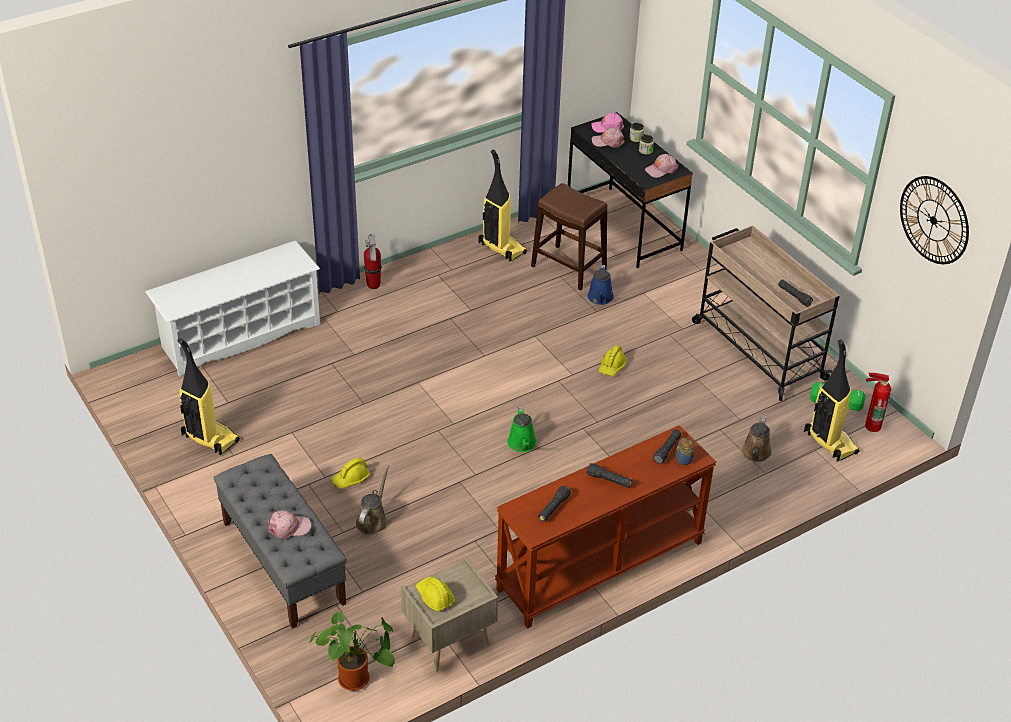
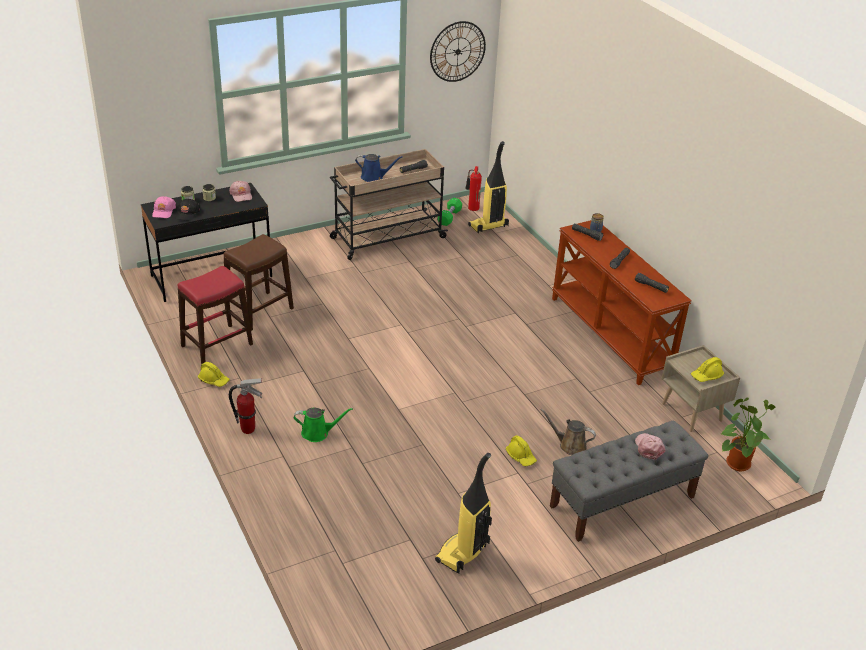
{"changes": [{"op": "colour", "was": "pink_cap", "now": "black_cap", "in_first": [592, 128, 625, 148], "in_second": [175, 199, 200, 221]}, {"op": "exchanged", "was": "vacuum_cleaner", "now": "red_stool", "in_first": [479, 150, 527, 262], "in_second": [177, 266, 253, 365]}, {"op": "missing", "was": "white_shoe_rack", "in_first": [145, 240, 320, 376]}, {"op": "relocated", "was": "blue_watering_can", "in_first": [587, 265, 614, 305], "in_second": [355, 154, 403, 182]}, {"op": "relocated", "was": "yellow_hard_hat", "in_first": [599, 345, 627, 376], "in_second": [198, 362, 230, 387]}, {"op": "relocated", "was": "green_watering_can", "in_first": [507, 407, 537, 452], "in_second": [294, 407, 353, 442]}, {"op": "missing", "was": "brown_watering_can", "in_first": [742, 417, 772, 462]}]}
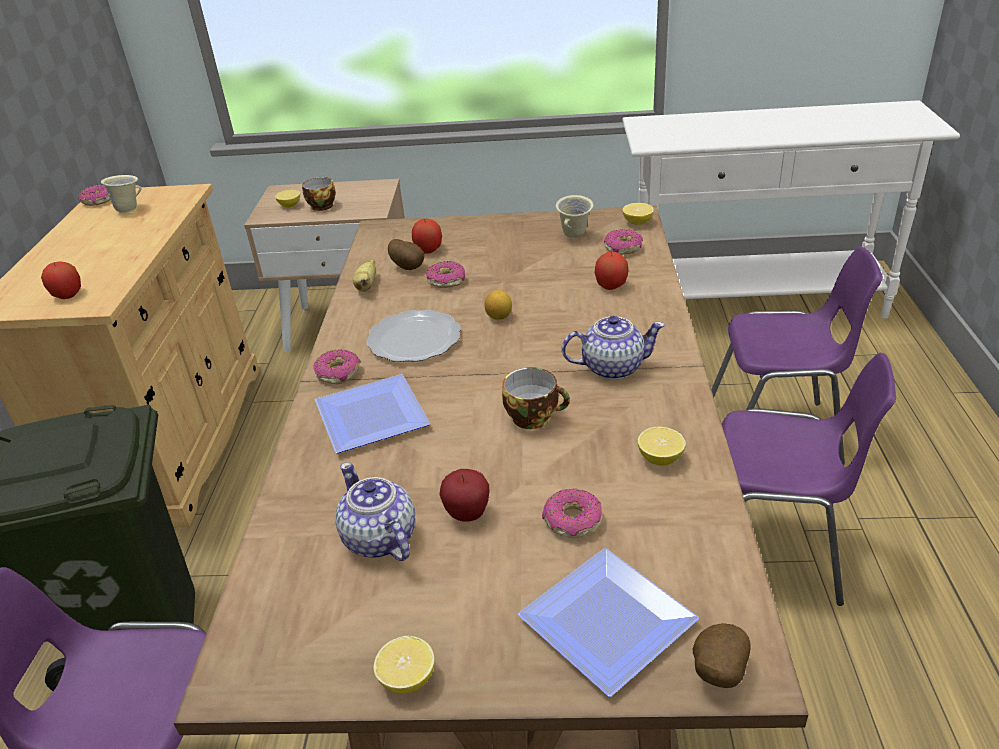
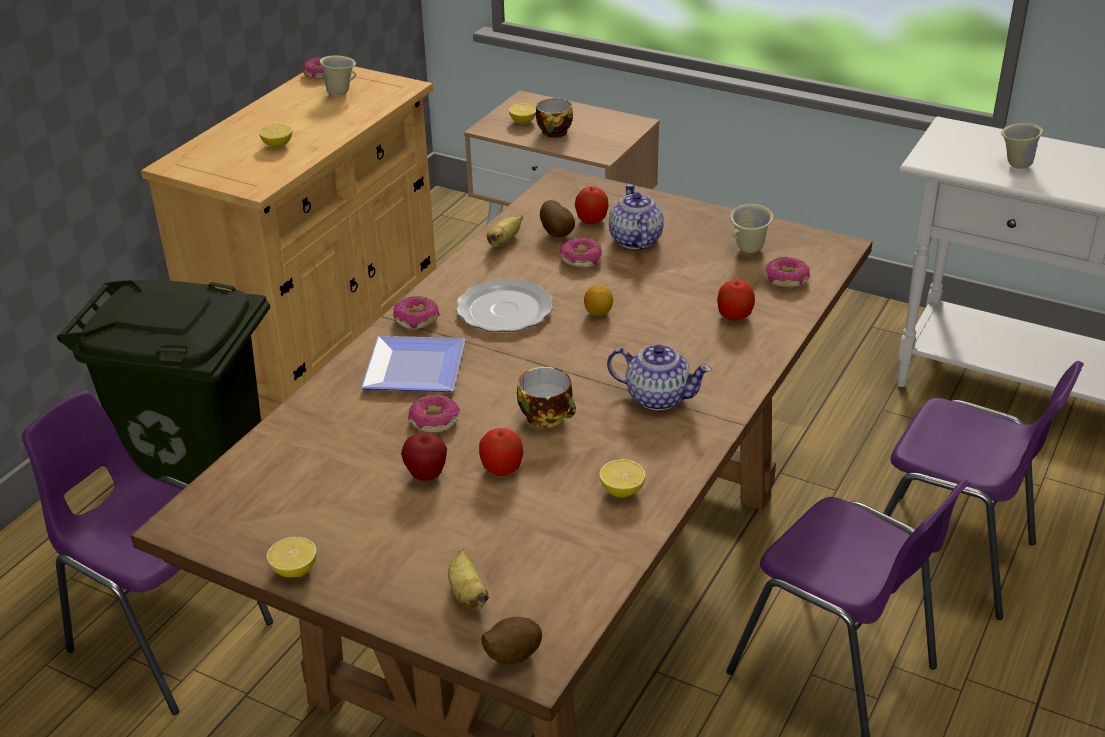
{"changes": [{"op": "relocated", "was": "lemon", "in_first": [622, 203, 654, 225], "in_second": [259, 124, 292, 148]}, {"op": "relocated", "was": "apple", "in_first": [41, 261, 81, 299], "in_second": [479, 428, 523, 476]}, {"op": "relocated", "was": "teapot", "in_first": [335, 462, 415, 561], "in_second": [609, 184, 664, 249]}, {"op": "relocated", "was": "donut", "in_first": [542, 488, 602, 538], "in_second": [408, 394, 460, 433]}, {"op": "exchanged", "was": "plate", "now": "banana", "in_first": [518, 548, 699, 697], "in_second": [448, 549, 489, 609]}, {"op": "appeared", "now": "beige_mug", "in_second": [1001, 123, 1043, 169]}]}
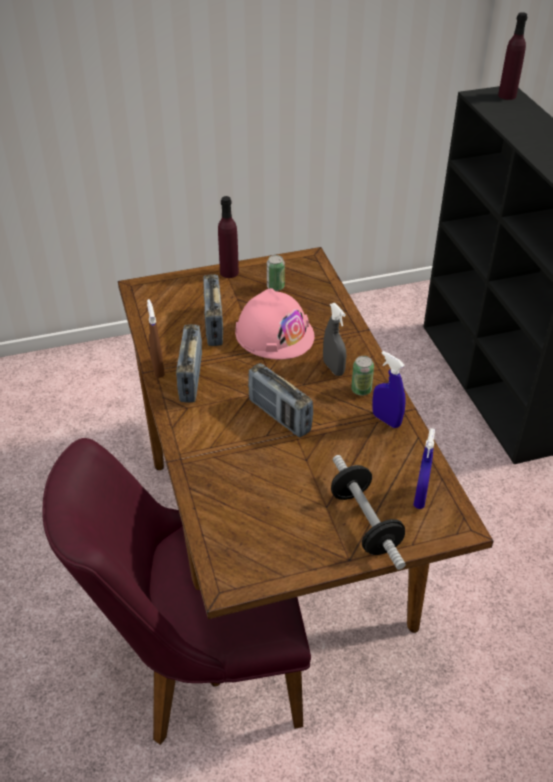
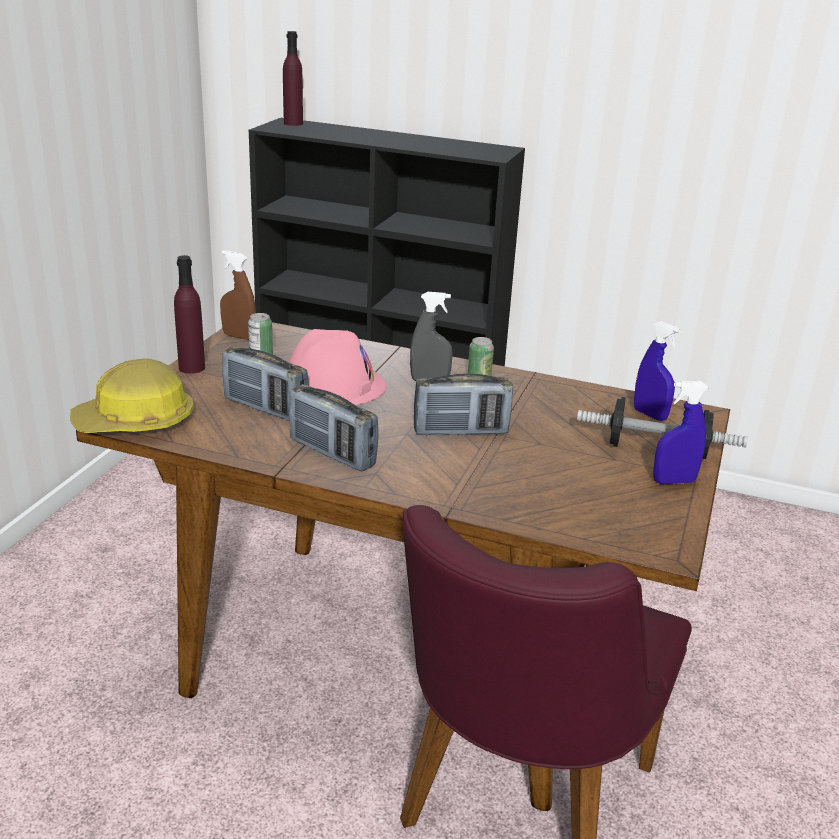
{"changes": [{"op": "relocated", "was": "brown_spray_bottle", "in_first": [147, 299, 165, 378], "in_second": [220, 250, 256, 340]}, {"op": "relocated", "was": "blue_spray_bottle", "in_first": [372, 351, 406, 428], "in_second": [653, 381, 709, 484]}, {"op": "appeared", "now": "hard_hat", "in_second": [70, 358, 194, 433]}]}
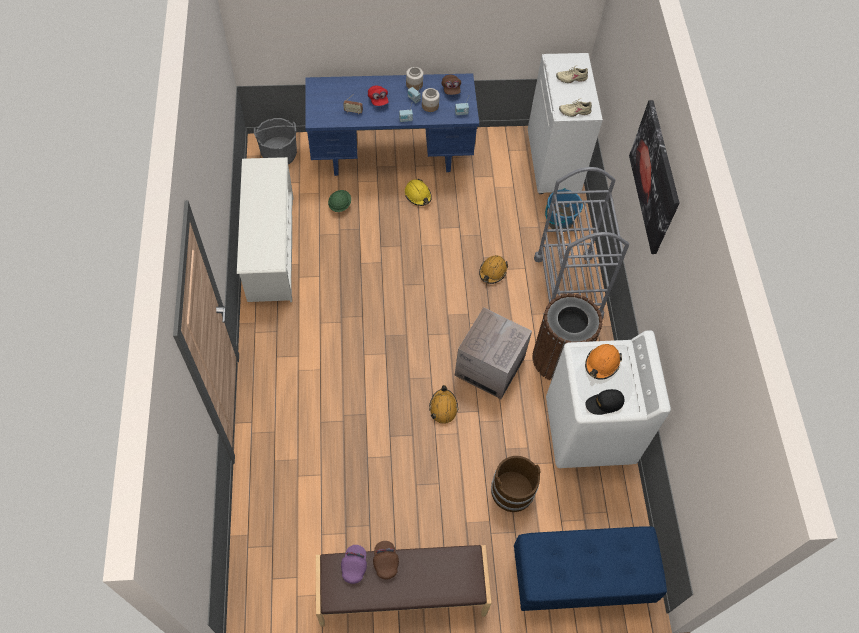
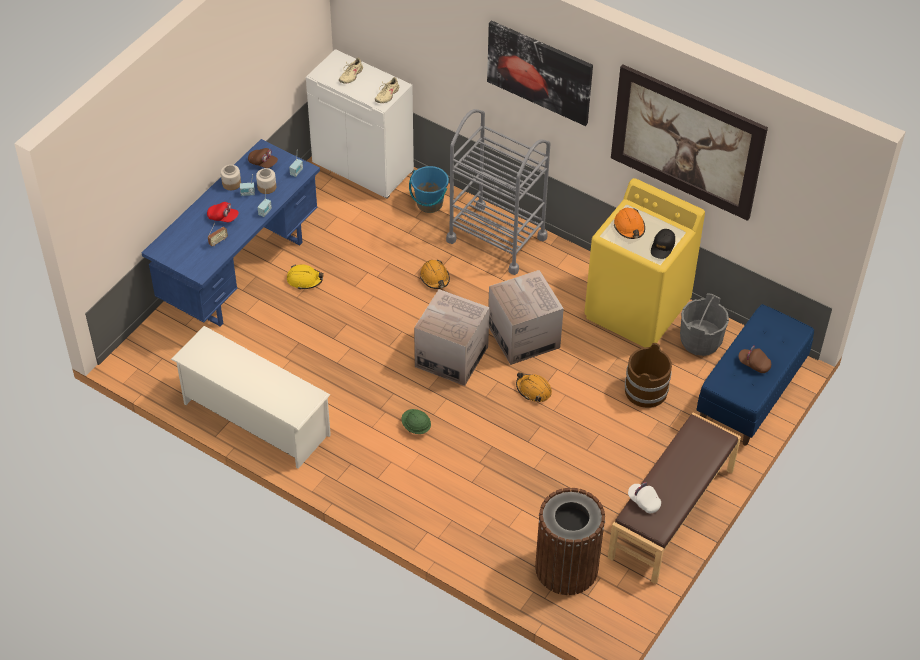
{"changes": [{"op": "relocated", "was": "grey_bucket", "in_first": [254, 118, 297, 164], "in_second": [680, 294, 729, 356]}, {"op": "relocated", "was": "green_hard_hat", "in_first": [328, 190, 351, 212], "in_second": [401, 409, 431, 434]}, {"op": "relocated", "was": "brown_trash_can", "in_first": [532, 293, 603, 381], "in_second": [535, 488, 605, 595]}, {"op": "colour", "was": "white_washing_machine", "now": "yellow_washing_machine", "in_first": [546, 330, 671, 468], "in_second": [584, 178, 705, 348]}, {"op": "relocated", "was": "brown_cap", "in_first": [373, 541, 399, 580], "in_second": [739, 346, 771, 373]}, {"op": "colour", "was": "purple_cap", "now": "white_cap", "in_first": [341, 545, 367, 584], "in_second": [628, 482, 661, 513]}, {"op": "appeared", "now": "picture", "in_second": [611, 64, 768, 221]}, {"op": "appeared", "now": "cardboard_box", "in_second": [414, 289, 490, 386]}]}
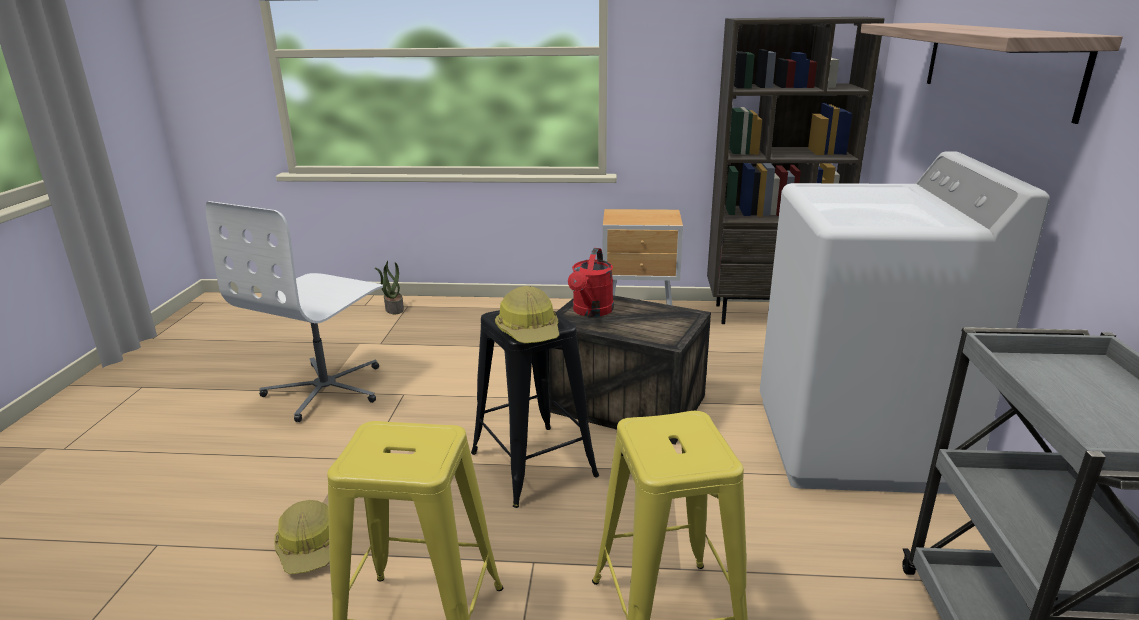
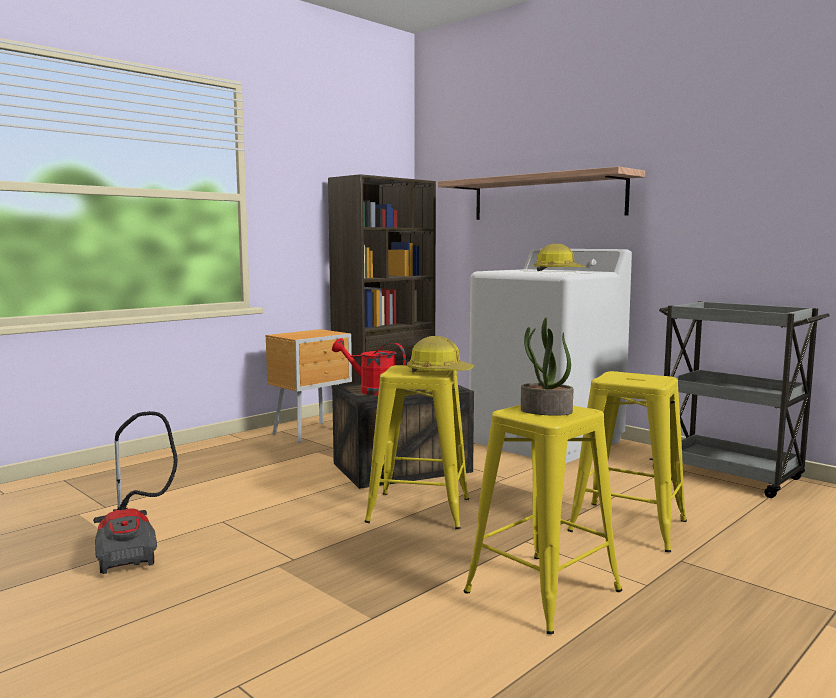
{"changes": [{"op": "exchanged", "was": "white_office_chair", "now": "vacuum_cleaner", "in_first": [206, 201, 383, 422], "in_second": [93, 411, 178, 574]}, {"op": "spun", "was": "red_watering_can", "in_first": [568, 248, 614, 317], "in_second": [332, 338, 406, 395], "clockwise": 150}, {"op": "relocated", "was": "potted_plant", "in_first": [375, 261, 404, 314], "in_second": [521, 318, 573, 416]}, {"op": "colour", "was": "black_stool", "now": "yellow_stool", "in_first": [471, 310, 599, 508], "in_second": [365, 365, 469, 529]}, {"op": "relocated", "was": "hard_hat", "in_first": [274, 500, 330, 574], "in_second": [534, 244, 585, 271]}]}
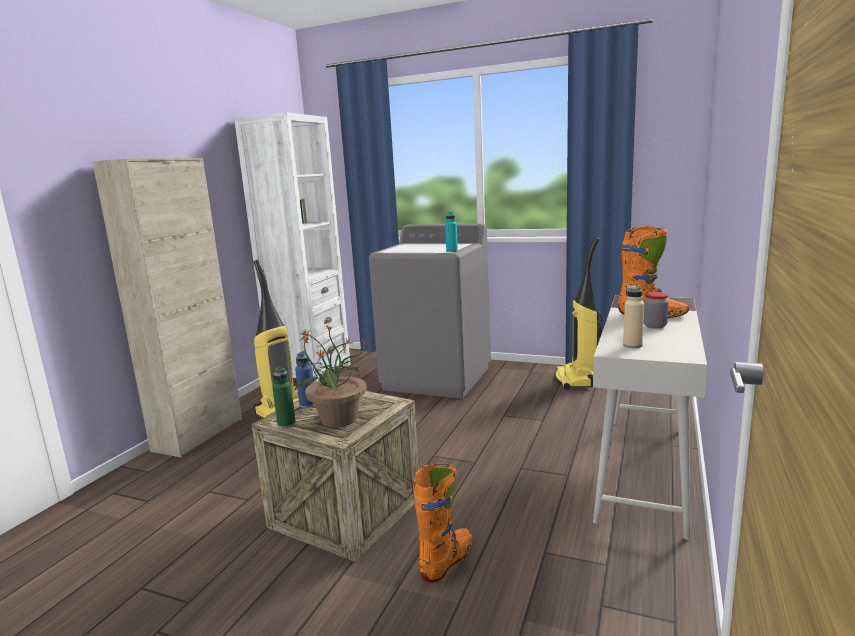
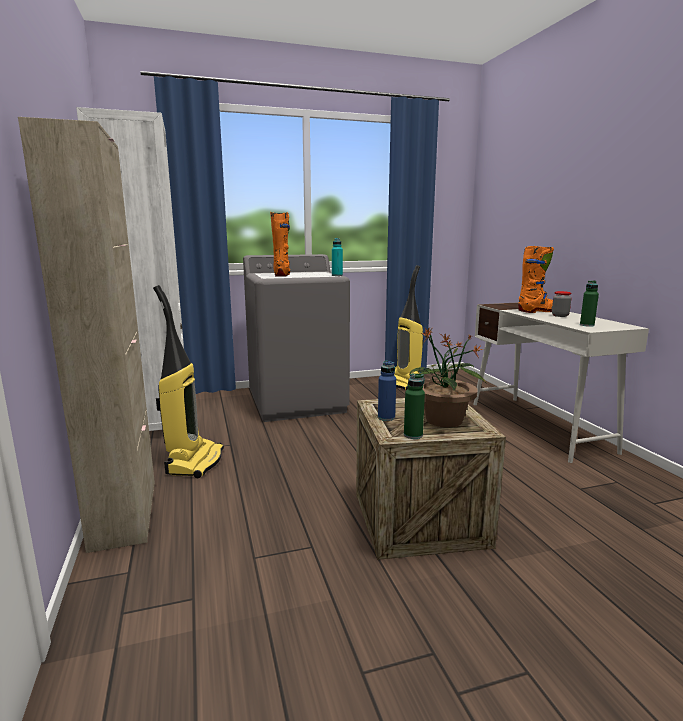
{"changes": [{"op": "colour", "was": "beige_bottle", "now": "green_bottle", "in_first": [623, 285, 644, 348], "in_second": [580, 280, 599, 327]}, {"op": "relocated", "was": "orange_boot", "in_first": [414, 464, 472, 582], "in_second": [270, 212, 291, 276]}]}
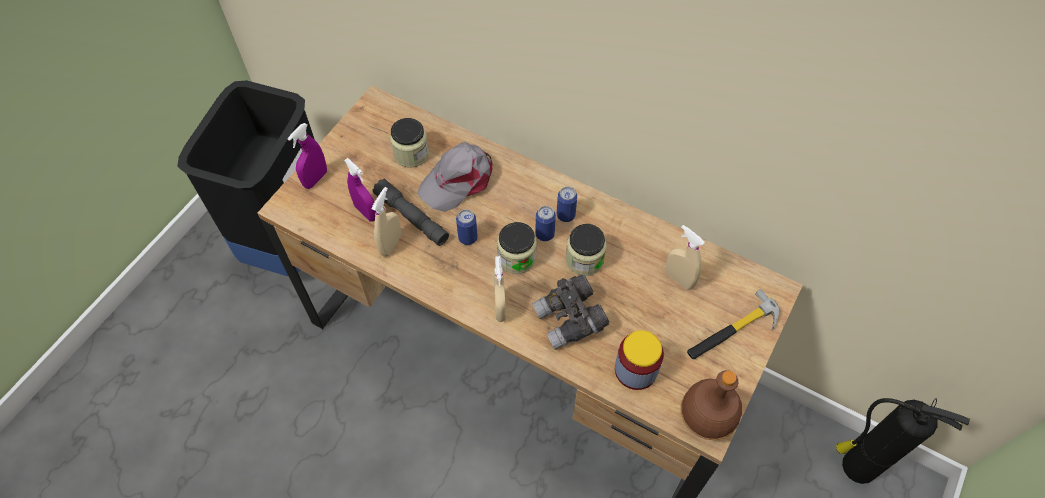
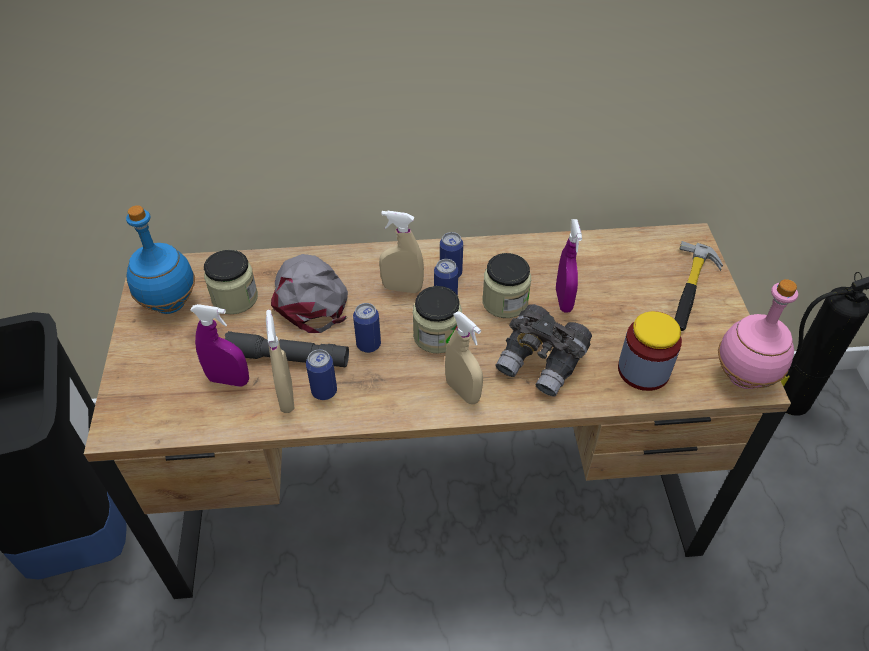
{"changes": [{"op": "relocated", "was": "purple_spray_bottle", "in_first": [287, 123, 327, 189], "in_second": [556, 219, 582, 313]}, {"op": "spun", "was": "grey_cap", "in_first": [417, 142, 493, 212], "in_second": [271, 254, 348, 333], "clockwise": 150}, {"op": "relocated", "was": "beige_spray_bottle", "in_first": [666, 225, 705, 290], "in_second": [379, 211, 424, 293]}, {"op": "colour", "was": "brown_bottle", "now": "pink_bottle", "in_first": [681, 370, 742, 440], "in_second": [718, 279, 798, 389]}, {"op": "appeared", "now": "blue_bottle", "in_second": [126, 205, 195, 314]}, {"op": "appeared", "now": "can", "in_second": [306, 349, 337, 400]}]}
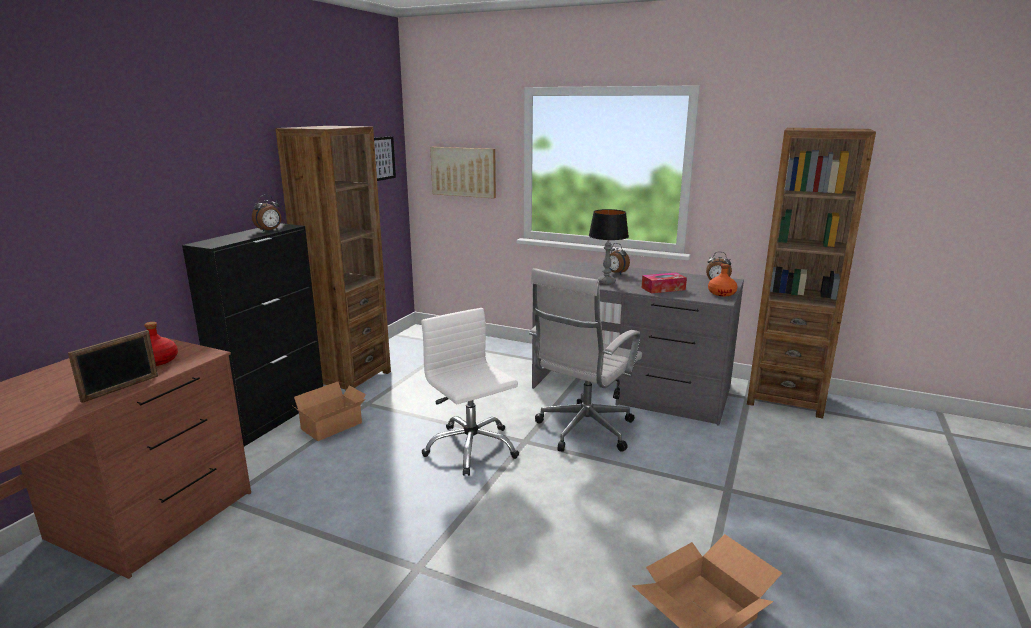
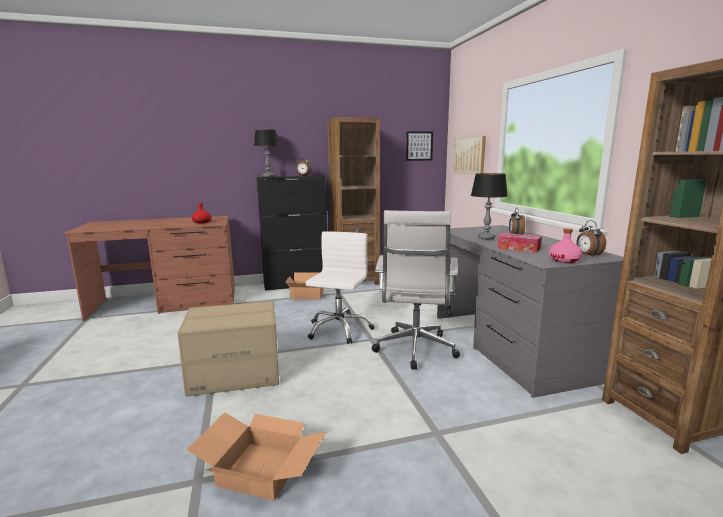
{"changes": [{"op": "colour", "was": "orange_bottle", "now": "pink_bottle", "in_first": [708, 264, 737, 296], "in_second": [549, 228, 583, 263]}, {"op": "spun", "was": "white_office_chair", "in_first": [529, 268, 642, 452], "in_second": [372, 210, 460, 370], "clockwise": -75}, {"op": "missing", "was": "picture_frame", "in_first": [68, 330, 158, 403]}, {"op": "appeared", "now": "table_lamp", "in_second": [254, 129, 279, 177]}, {"op": "appeared", "now": "cardboard_box", "in_second": [177, 301, 279, 397]}]}
